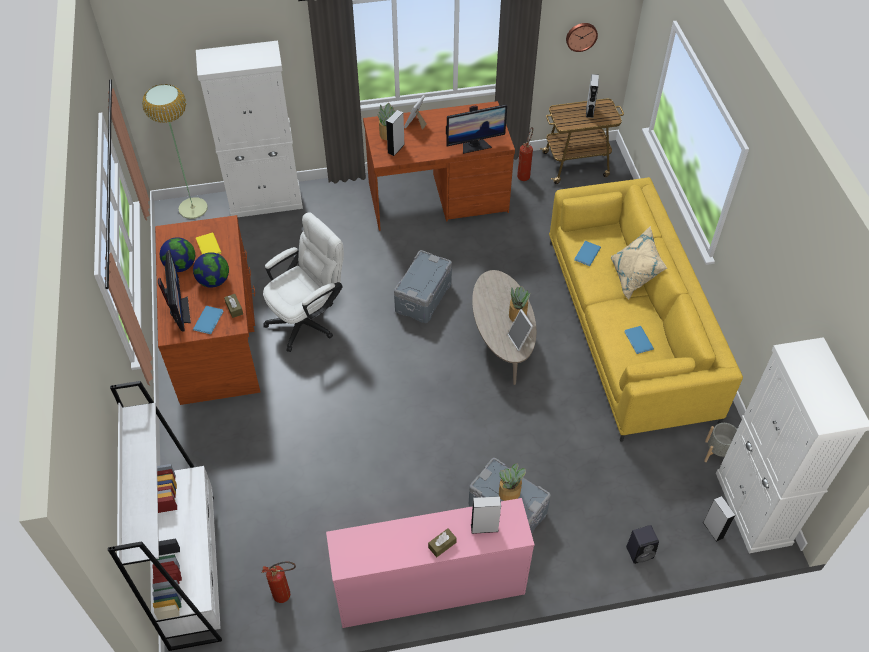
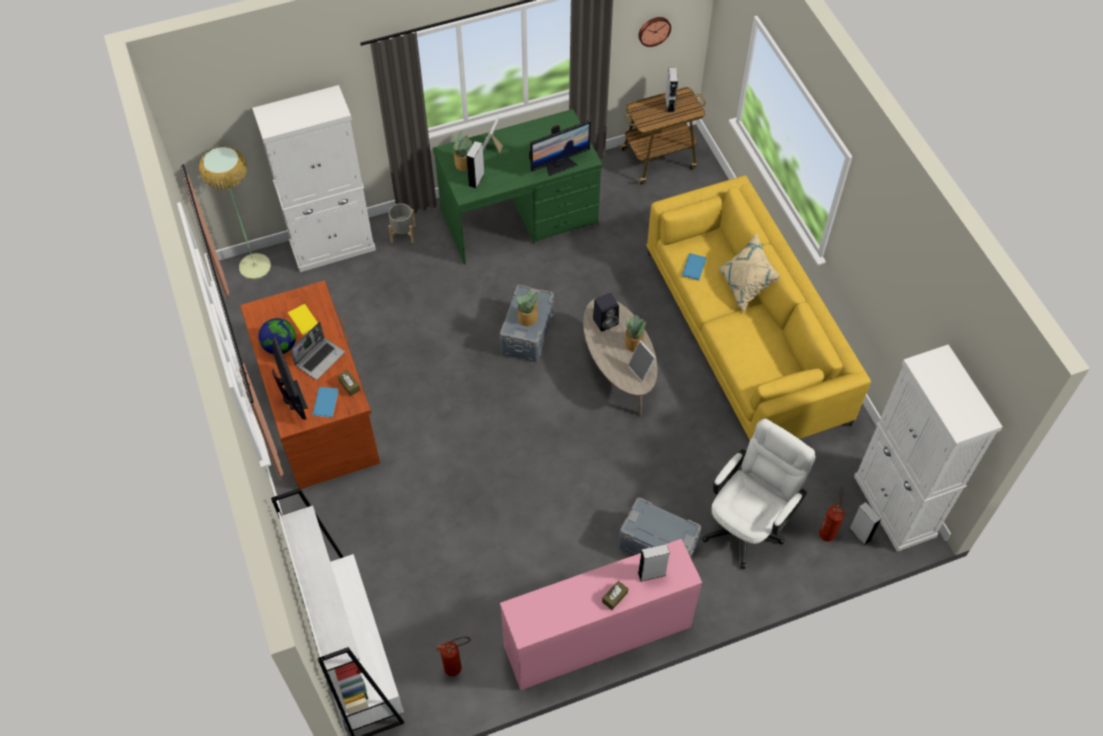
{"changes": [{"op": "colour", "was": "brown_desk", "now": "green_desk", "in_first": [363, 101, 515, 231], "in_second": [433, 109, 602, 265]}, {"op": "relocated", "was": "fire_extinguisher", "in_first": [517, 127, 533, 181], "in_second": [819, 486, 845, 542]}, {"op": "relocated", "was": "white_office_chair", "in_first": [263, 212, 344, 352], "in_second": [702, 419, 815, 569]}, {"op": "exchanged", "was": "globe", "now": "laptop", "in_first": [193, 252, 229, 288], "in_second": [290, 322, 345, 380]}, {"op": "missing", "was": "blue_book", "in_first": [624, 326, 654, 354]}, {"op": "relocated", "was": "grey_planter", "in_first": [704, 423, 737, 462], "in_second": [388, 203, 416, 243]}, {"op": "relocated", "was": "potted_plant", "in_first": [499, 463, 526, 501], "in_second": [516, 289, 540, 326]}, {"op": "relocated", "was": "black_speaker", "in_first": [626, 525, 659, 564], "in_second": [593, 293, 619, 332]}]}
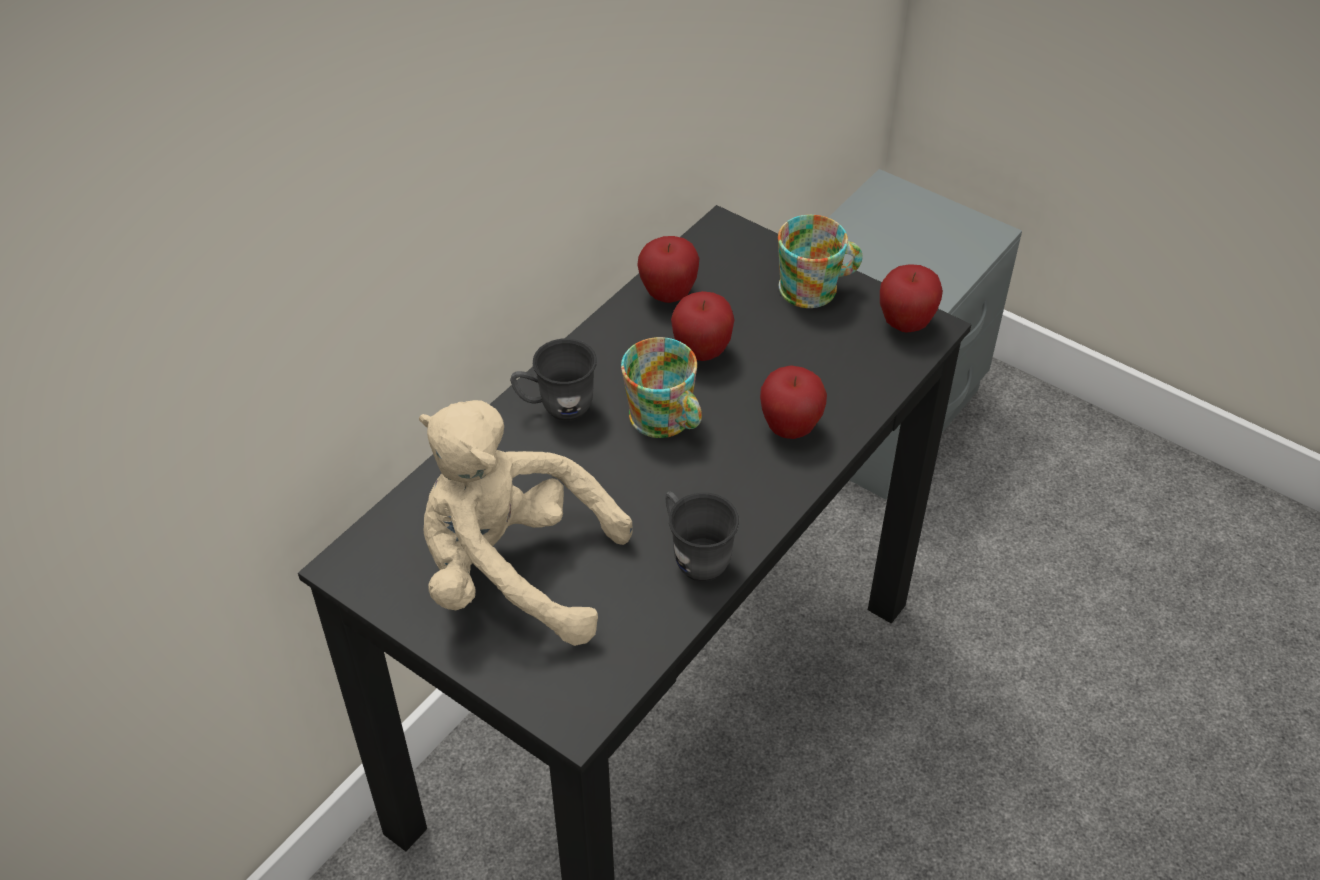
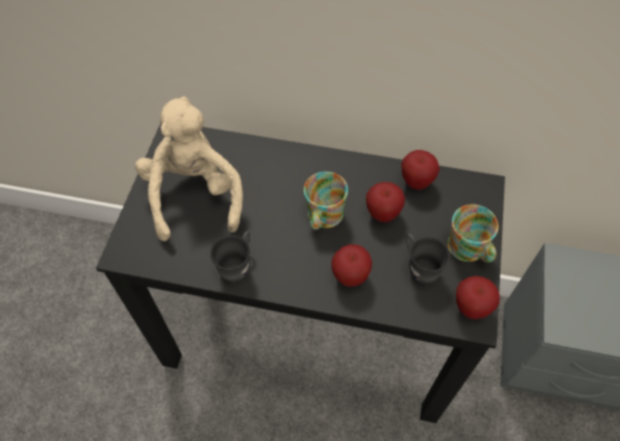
{"changes": [{"op": "relocated", "was": "grey_mug", "in_first": [510, 338, 597, 421], "in_second": [406, 234, 450, 284]}]}
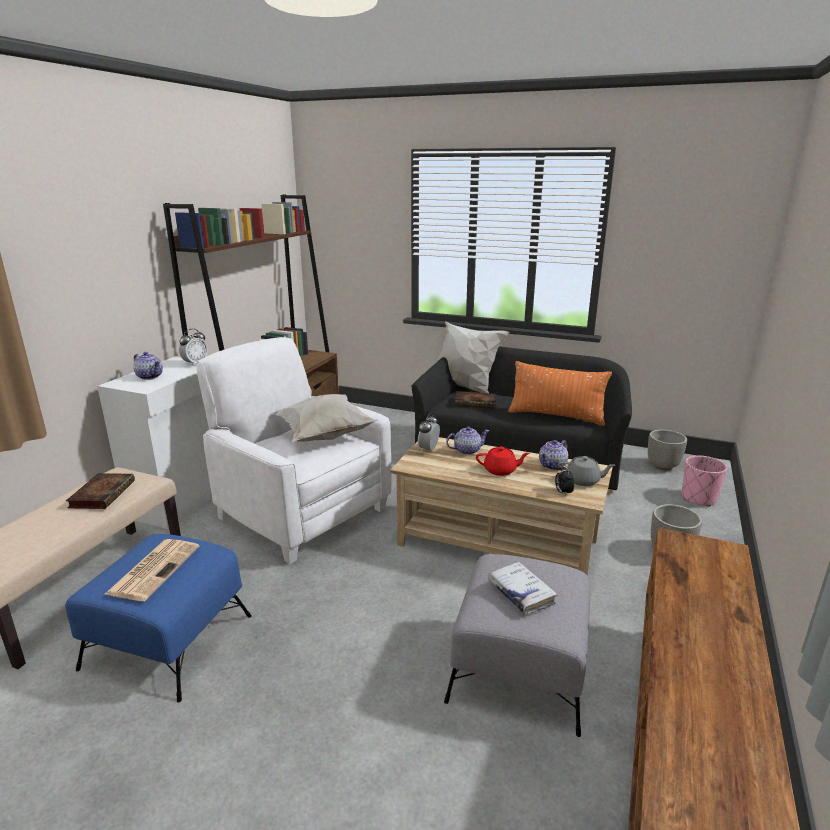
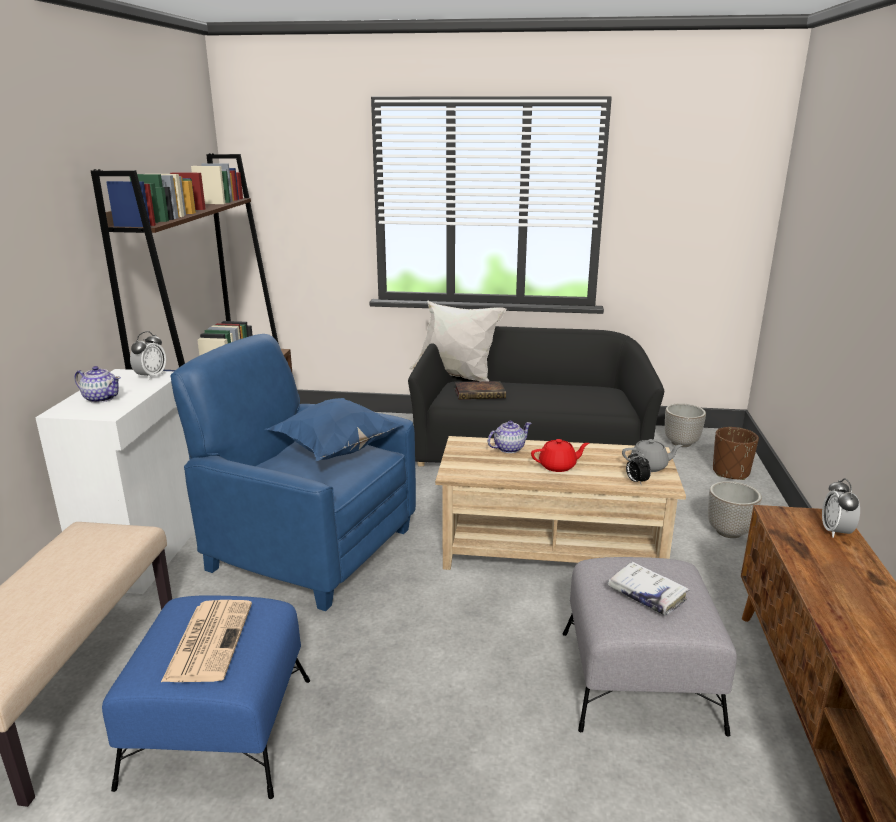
{"changes": [{"op": "colour", "was": "white_armchair", "now": "blue_armchair", "in_first": [197, 337, 391, 564], "in_second": [170, 334, 416, 611]}, {"op": "missing", "was": "orange_pillow", "in_first": [508, 361, 612, 426]}, {"op": "colour", "was": "white_pillow", "now": "blue_pillow", "in_first": [271, 394, 379, 442], "in_second": [265, 398, 404, 461]}, {"op": "relocated", "was": "alarm_clock", "in_first": [418, 413, 440, 452], "in_second": [822, 478, 860, 538]}, {"op": "missing", "was": "teapot", "in_first": [539, 440, 568, 470]}, {"op": "colour", "was": "pink_planter", "now": "brown_planter", "in_first": [682, 455, 727, 507], "in_second": [713, 427, 759, 480]}, {"op": "missing", "was": "book", "in_first": [66, 473, 135, 509]}]}
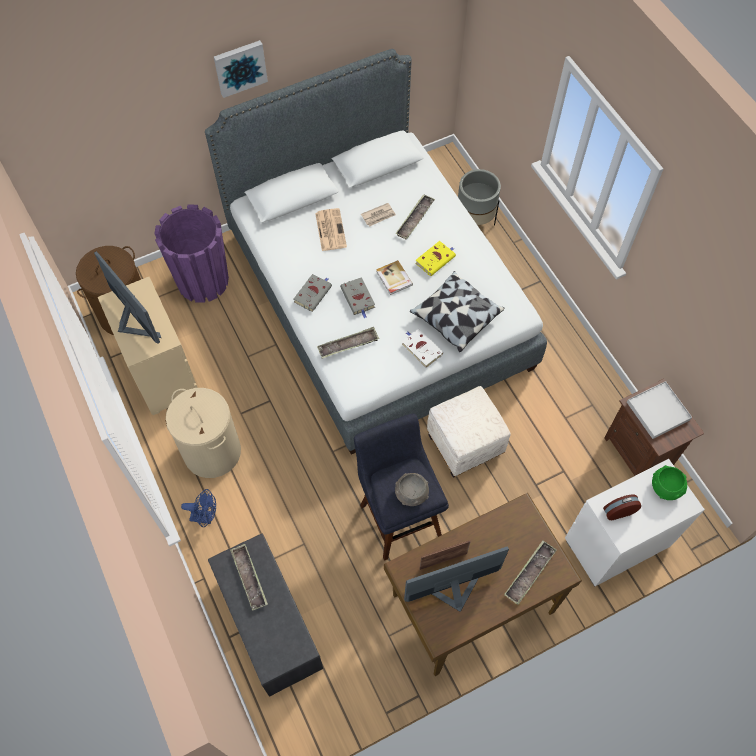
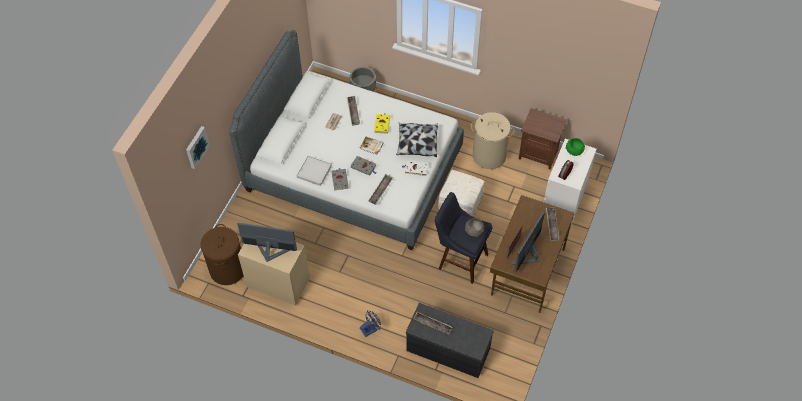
{"changes": [{"op": "relocated", "was": "picture", "in_first": [214, 40, 268, 98], "in_second": [186, 126, 210, 169]}, {"op": "missing", "was": "purple_planter", "in_first": [154, 204, 229, 303]}, {"op": "missing", "was": "newspaper", "in_first": [315, 208, 347, 251]}, {"op": "relocated", "was": "white_tray", "in_first": [627, 381, 692, 439], "in_second": [297, 156, 332, 186]}, {"op": "relocated", "was": "beige_laundry_basket", "in_first": [166, 388, 241, 478], "in_second": [471, 112, 515, 169]}]}
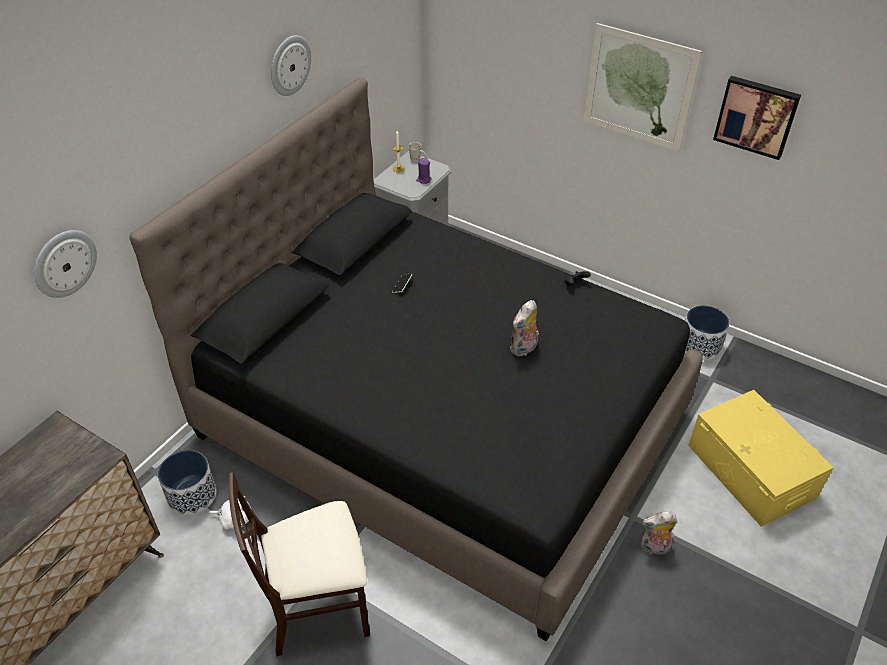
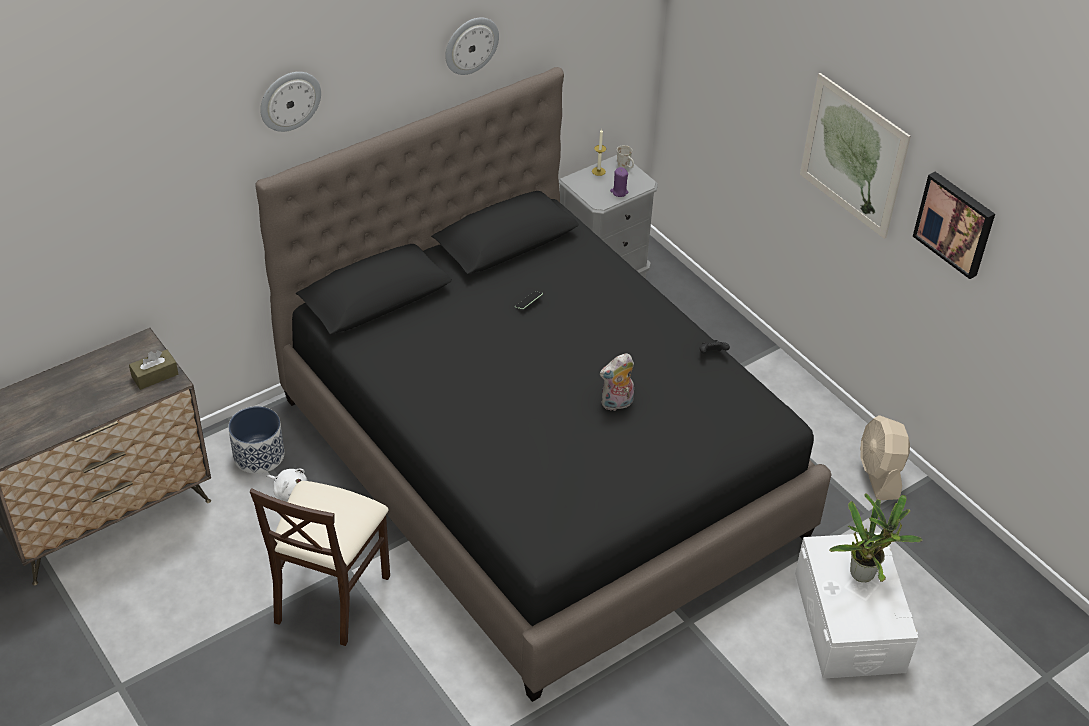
{"changes": [{"op": "relocated", "was": "wall_clock", "in_first": [34, 230, 97, 298], "in_second": [260, 72, 321, 132]}, {"op": "exchanged", "was": "planter", "now": "beige_fan", "in_first": [685, 305, 730, 360], "in_second": [860, 415, 910, 500]}, {"op": "colour", "was": "yellow_storage_box", "now": "white_storage_box", "in_first": [688, 390, 834, 527], "in_second": [795, 533, 918, 679]}, {"op": "spun", "was": "beige_chair", "in_first": [229, 472, 370, 656], "in_second": [250, 481, 390, 646], "clockwise": -75}, {"op": "missing", "was": "plush_toy", "in_first": [641, 511, 678, 555]}, {"op": "appeared", "now": "brown_tissue_box", "in_second": [129, 349, 178, 390]}, {"op": "appeared", "now": "potted_plant", "in_second": [829, 494, 922, 582]}]}
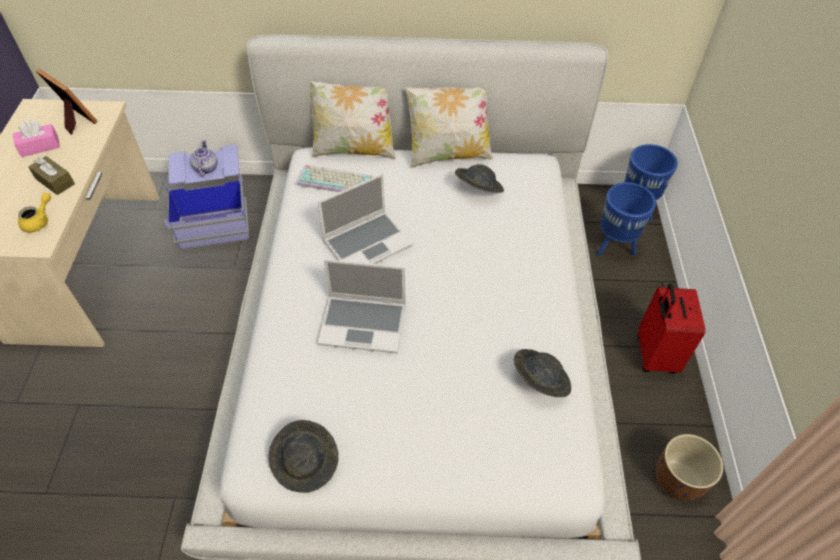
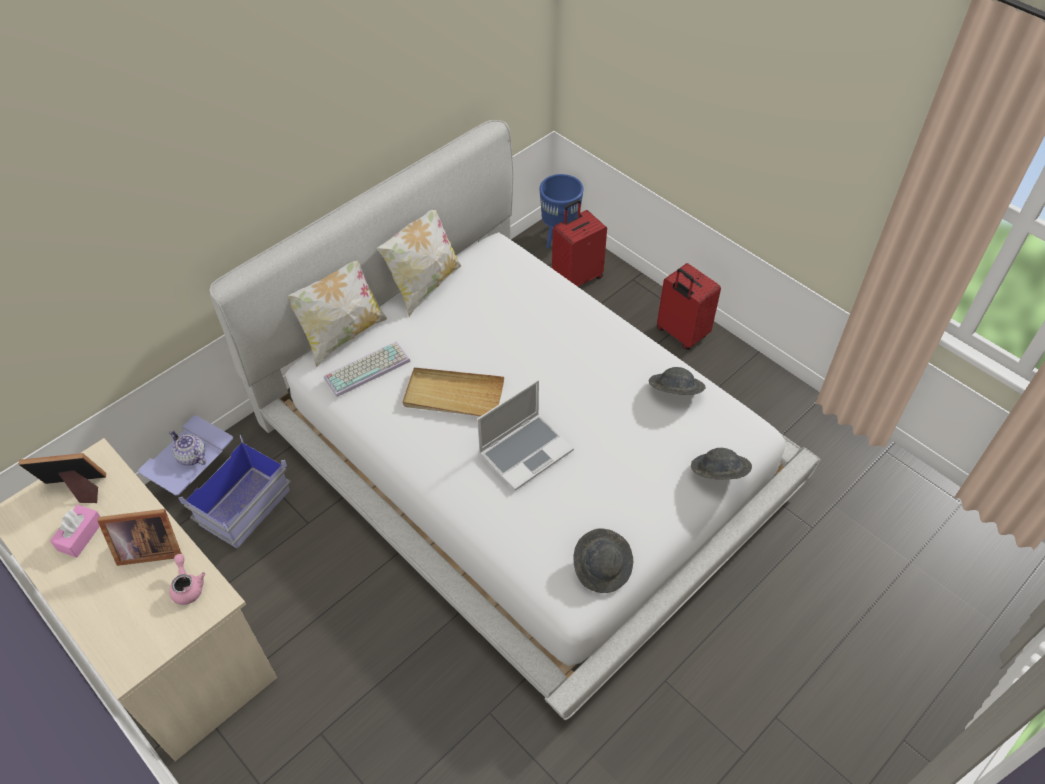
{"changes": [{"op": "exchanged", "was": "brown_tissue_box", "now": "picture_frame", "in_first": [28, 156, 75, 195], "in_second": [97, 509, 182, 566]}, {"op": "relocated", "was": "grey_hat", "in_first": [455, 164, 504, 193], "in_second": [691, 448, 752, 479]}, {"op": "exchanged", "was": "laptop", "now": "beige_tray", "in_first": [318, 173, 412, 264], "in_second": [403, 367, 504, 417]}, {"op": "exchanged", "was": "blue_planter", "now": "red_suitcase", "in_first": [597, 182, 656, 256], "in_second": [552, 199, 607, 287]}, {"op": "colour", "was": "yellow_teapot", "now": "pink_teapot", "in_first": [18, 193, 51, 233], "in_second": [169, 554, 205, 605]}, {"op": "missing", "was": "brown_planter", "in_first": [656, 434, 723, 501]}]}
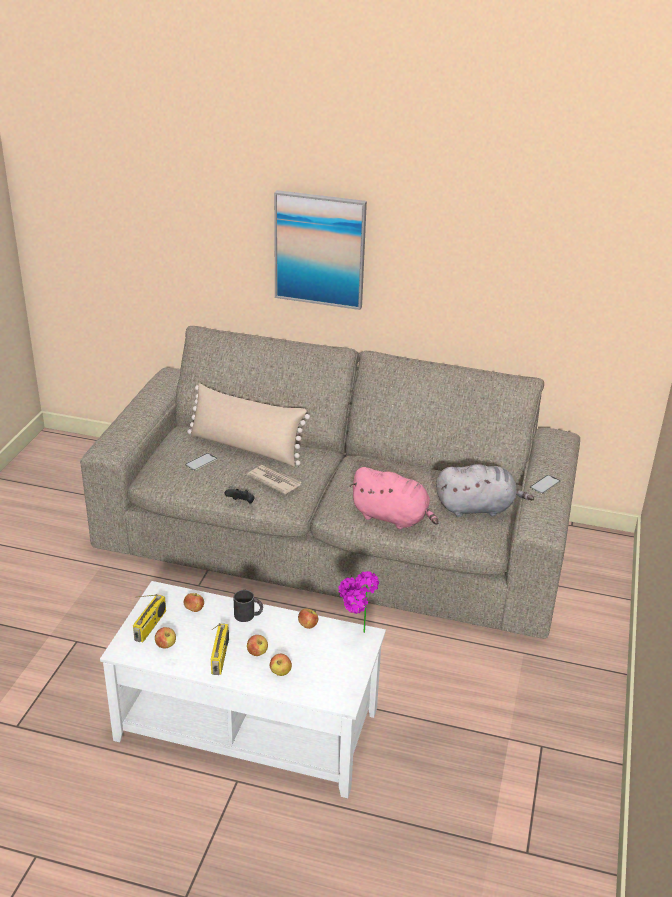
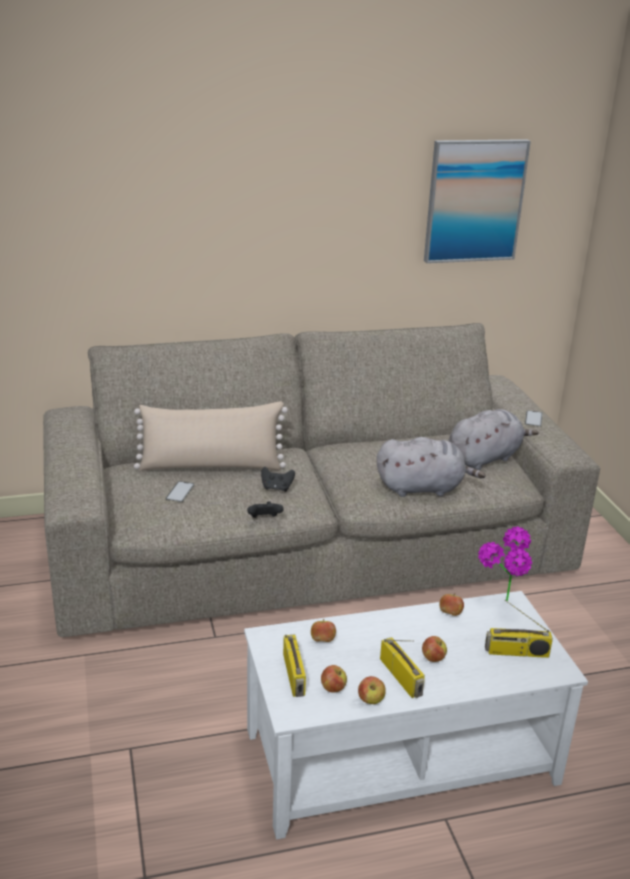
{"changes": [{"op": "relocated", "was": "picture", "in_first": [274, 190, 367, 310], "in_second": [424, 139, 531, 263]}, {"op": "exchanged", "was": "newspaper", "now": "black_game_controller", "in_first": [247, 465, 301, 494], "in_second": [261, 467, 295, 492]}, {"op": "colour", "was": "pink_plush_toy", "now": "grey_plush_toy", "in_first": [349, 467, 439, 529], "in_second": [377, 437, 486, 497]}, {"op": "missing", "was": "black_mug", "in_first": [233, 590, 263, 622]}, {"op": "relocated", "was": "apple", "in_first": [270, 654, 292, 676], "in_second": [358, 676, 386, 704]}, {"op": "appeared", "now": "radio", "in_second": [485, 600, 553, 658]}]}
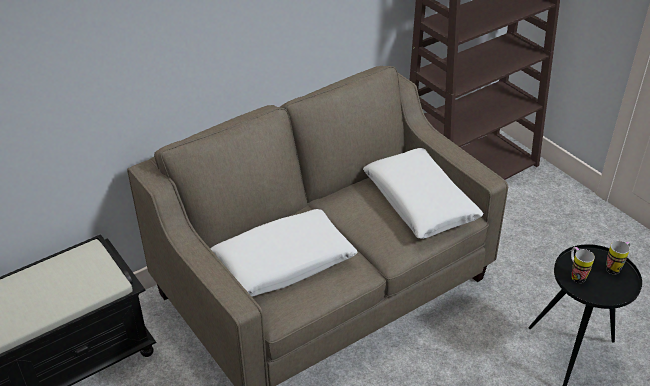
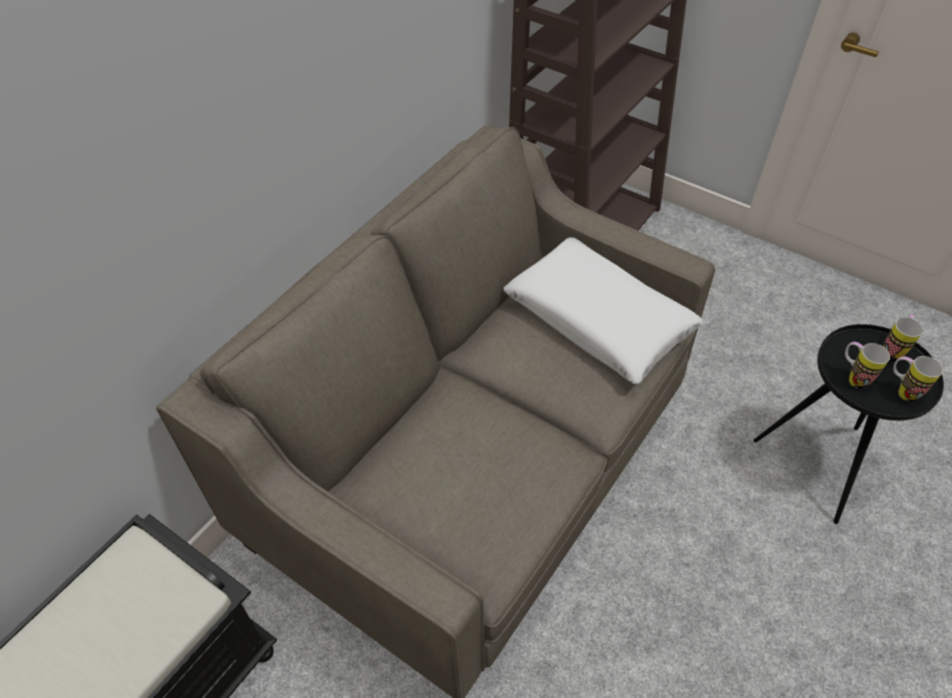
{"changes": [{"op": "missing", "was": "white_pillow", "in_first": [210, 209, 358, 297]}, {"op": "appeared", "now": "mug", "in_second": [893, 356, 943, 402]}]}
